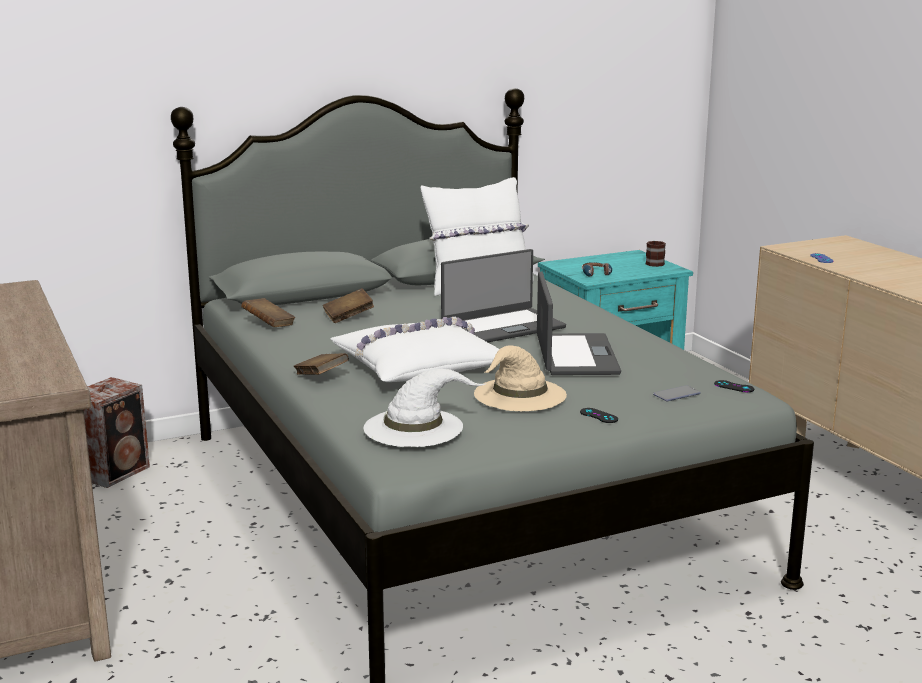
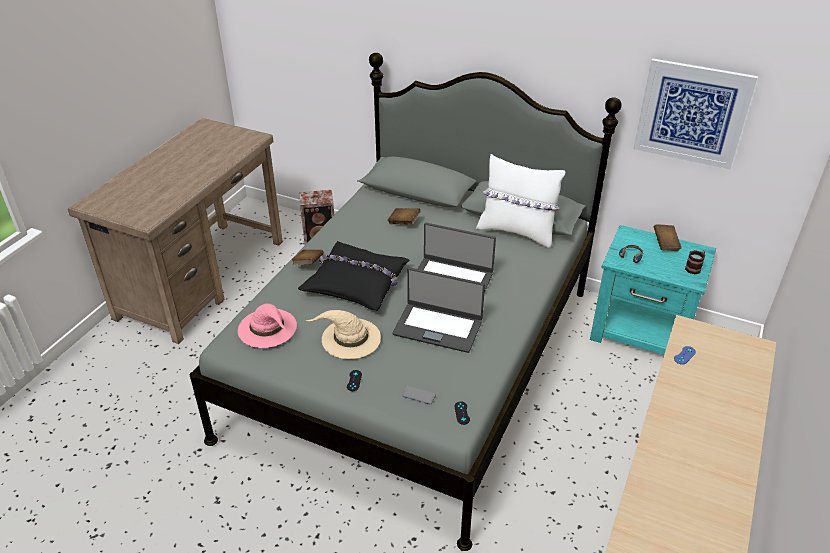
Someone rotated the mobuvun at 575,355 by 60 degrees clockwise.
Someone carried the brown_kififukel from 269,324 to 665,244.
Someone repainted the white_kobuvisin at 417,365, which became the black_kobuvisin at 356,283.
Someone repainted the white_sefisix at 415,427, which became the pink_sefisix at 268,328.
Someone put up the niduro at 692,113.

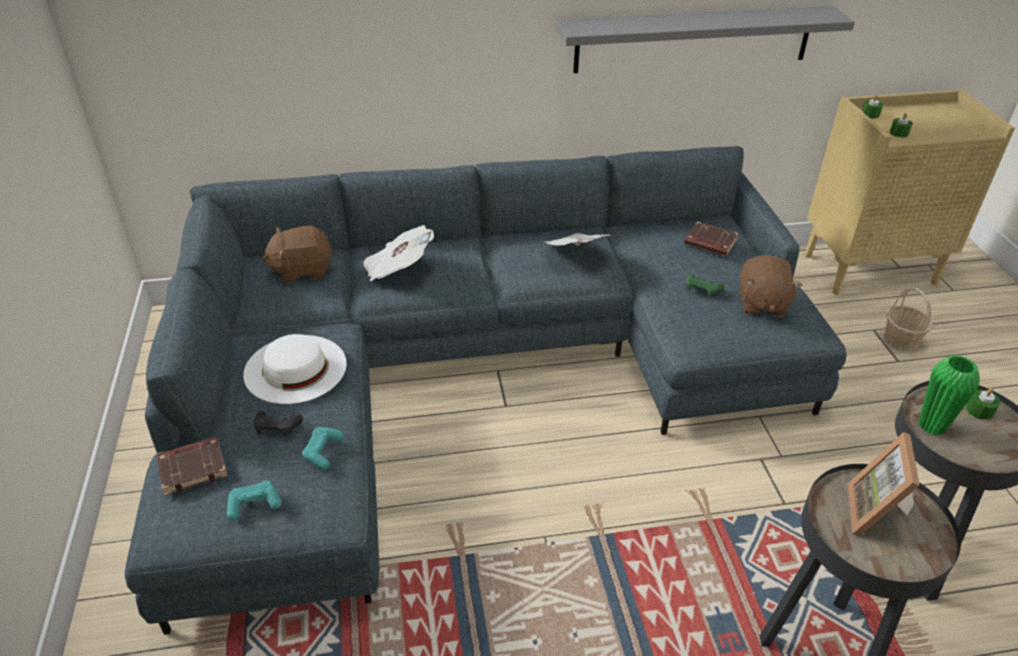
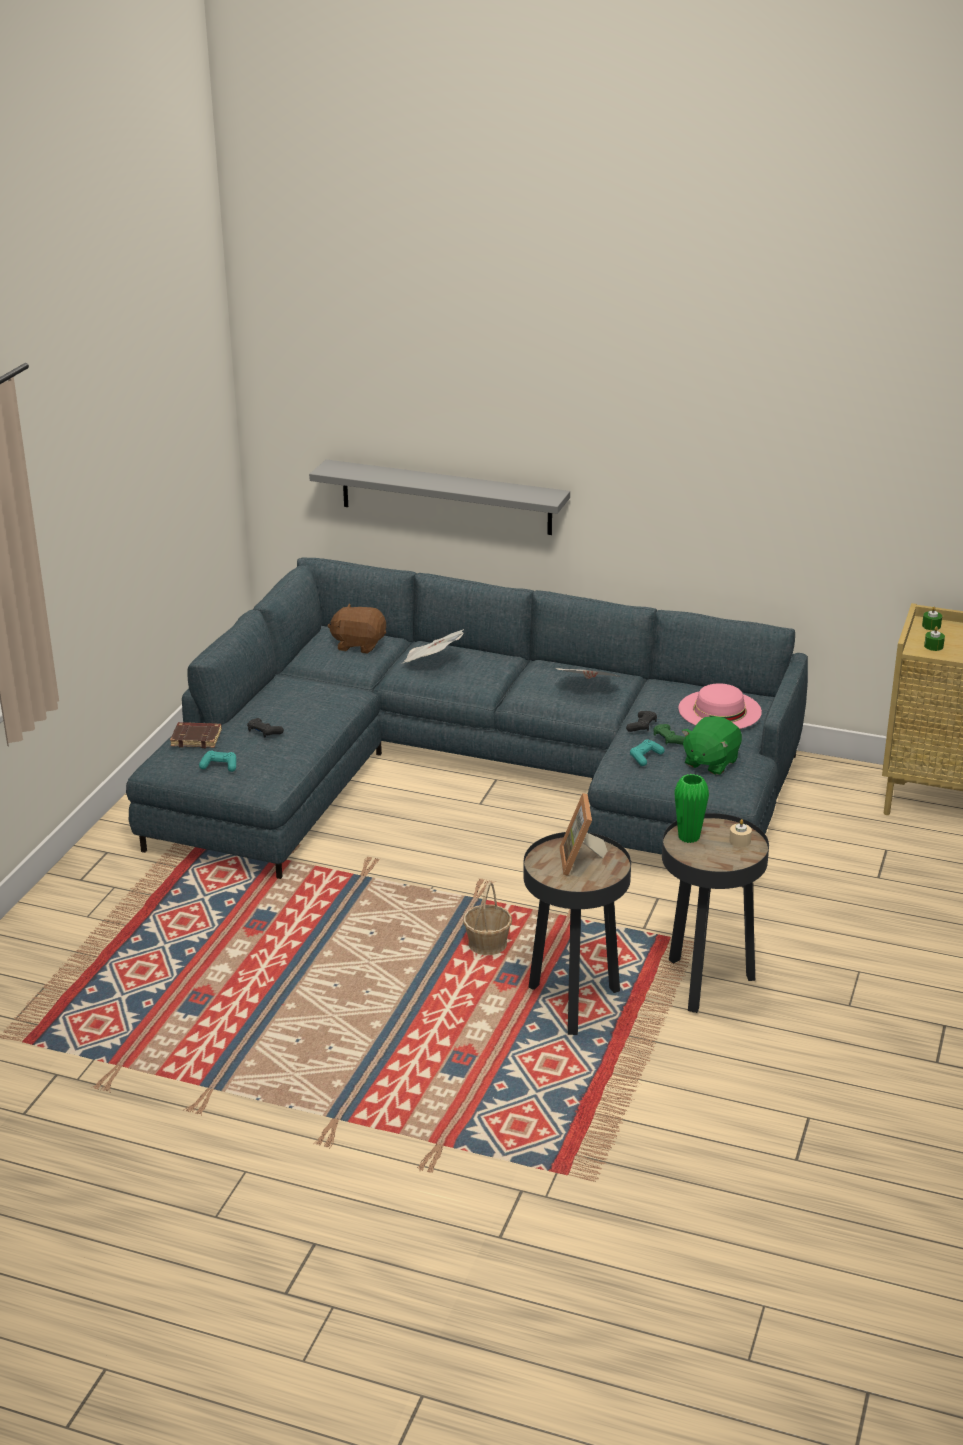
Someone carried the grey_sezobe from 693,39 to 446,497.
Someone swapped the brown_kififukel at 709,243 for the pink_sefisix at 719,710.
Someone repainted the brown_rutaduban at 761,303, which became the green_rutaduban at 710,762.
Someone carried the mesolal from 901,340 to 488,944.
Someone took away the white_sefisix at 295,368.
Someone repainted the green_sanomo at 979,410, which became the beige_sanomo at 740,841.
Someone carried the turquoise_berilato from 323,451 to 645,757.
Someone rotated the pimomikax at 877,514 by 45 degrees counterclockwise.
Someone put down the black_berilato at 642,726.

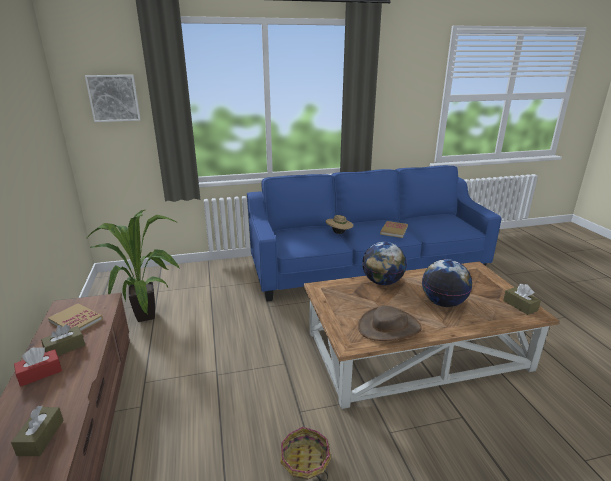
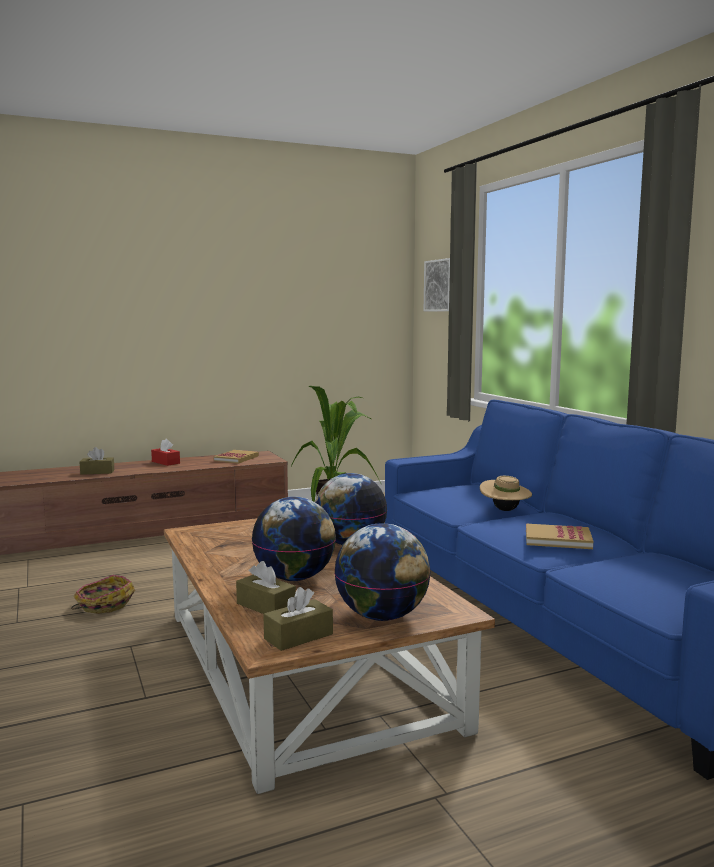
Someone took away the brown_sefisix at 389,327.
Someone carried the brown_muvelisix from 65,348 to 266,606.
Someone put down the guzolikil at 382,616.

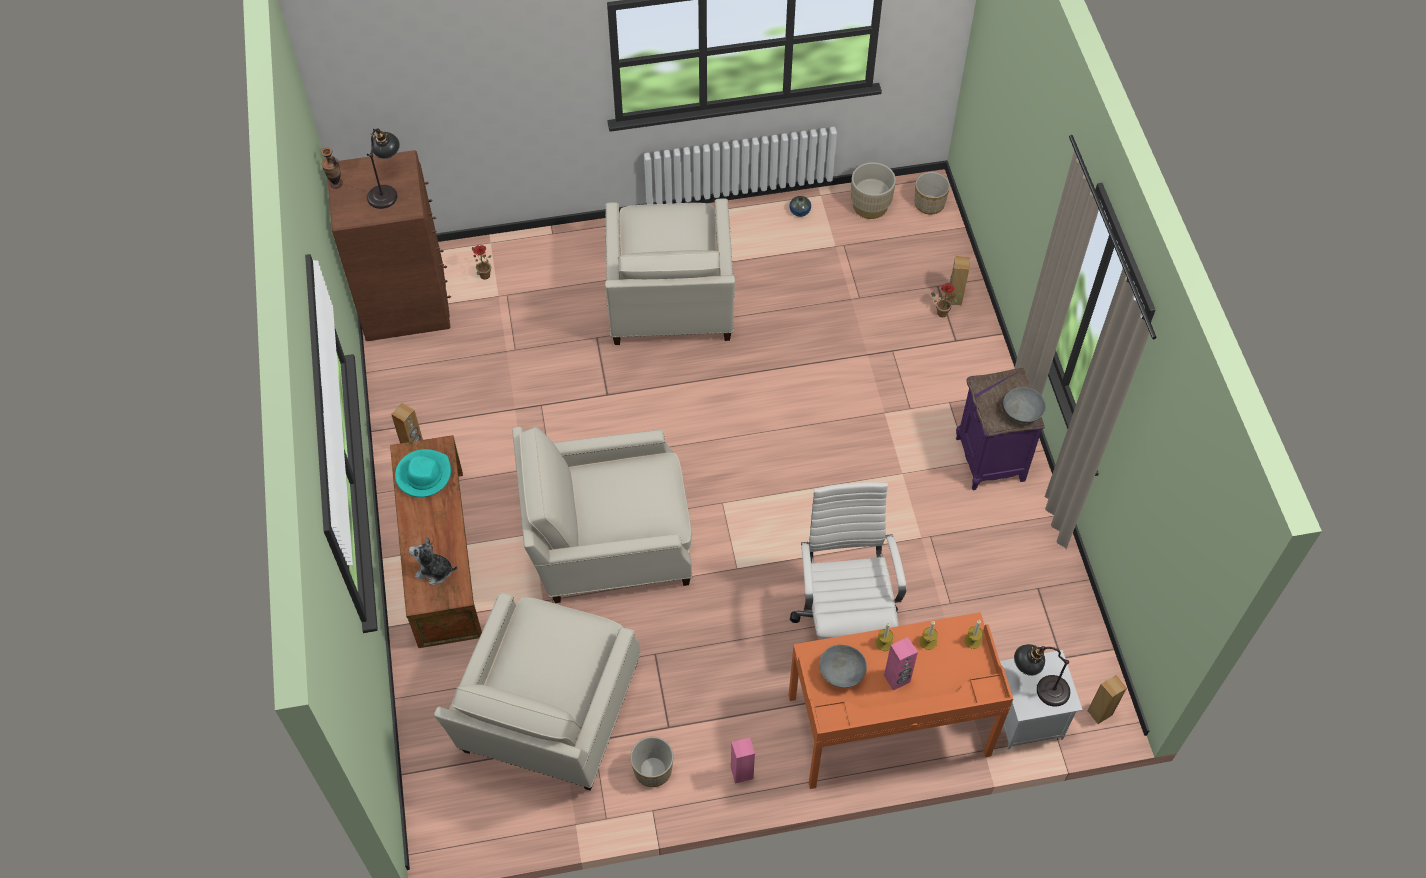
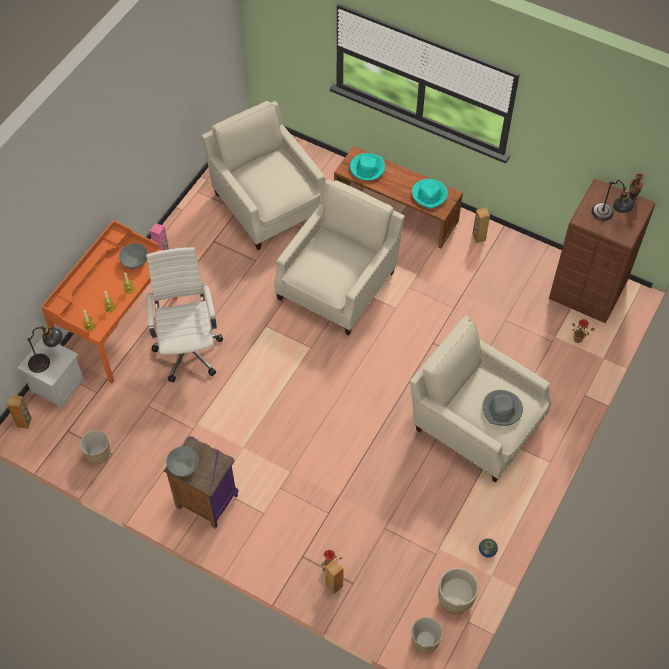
Someone rotated the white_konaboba at 844,623 by 135 degrees counterclockwise.
Someone swapped the rutaduban at 434,571 for the turquoise_sefisix at 367,168.
Someone took away the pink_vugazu at 897,679.
Someone carried the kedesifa from 653,770 to 98,453.
Someone put down the grey_sefisix at 502,409.

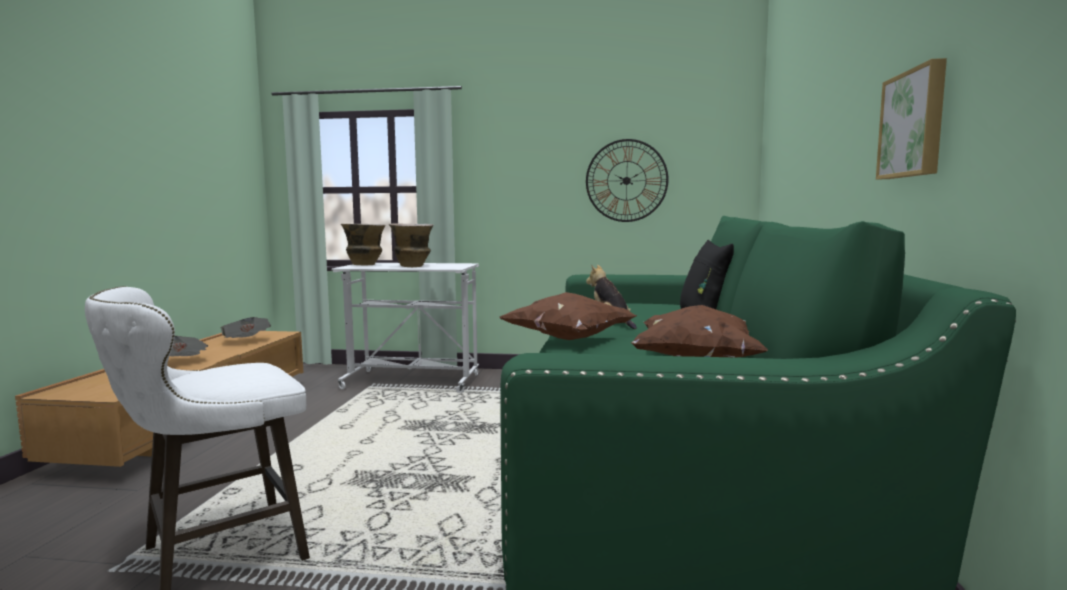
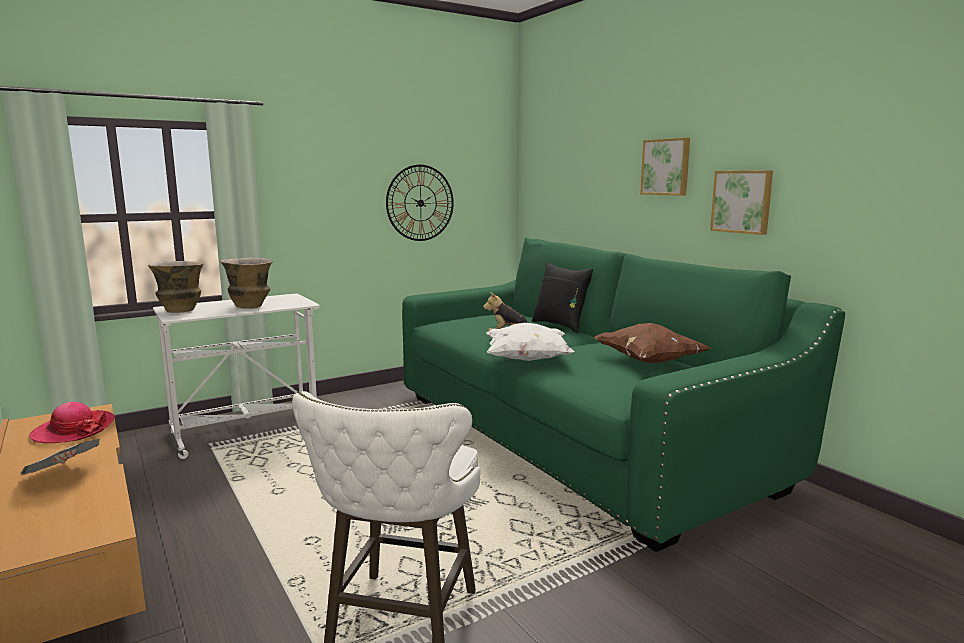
Someone repainted the brown_kobuvisin at 569,339, which became the white_kobuvisin at 527,360.
Someone swapped the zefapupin at 246,341 for the sefisix at 73,430.
Someone put up the niduro at 666,167.

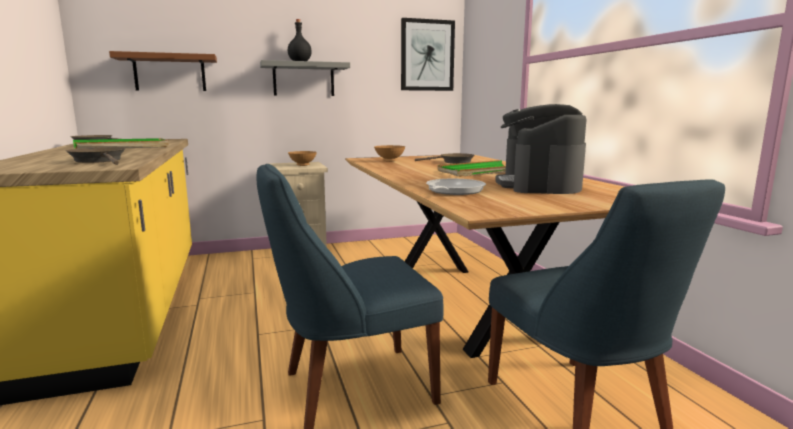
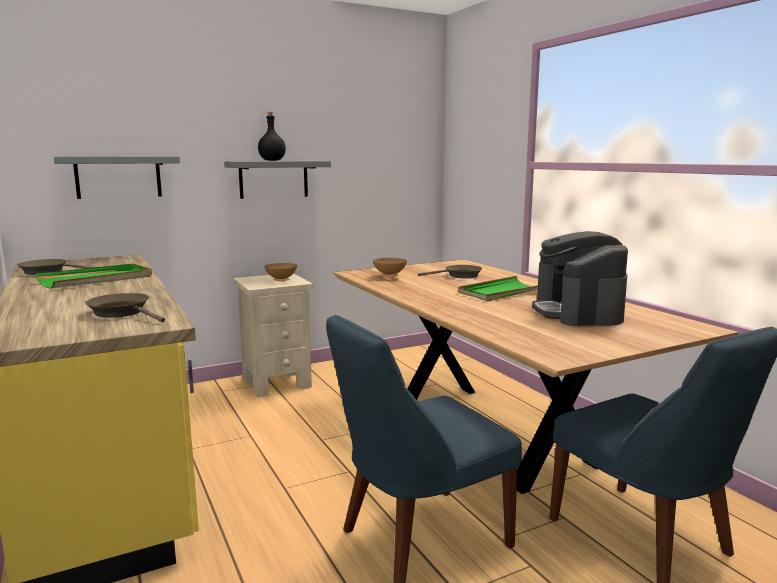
Someone took away the niduro at 427,55.
Someone repainted the brown_sezobe at 170,73, which became the grey_sezobe at 118,177.
Someone took away the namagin at 452,191.

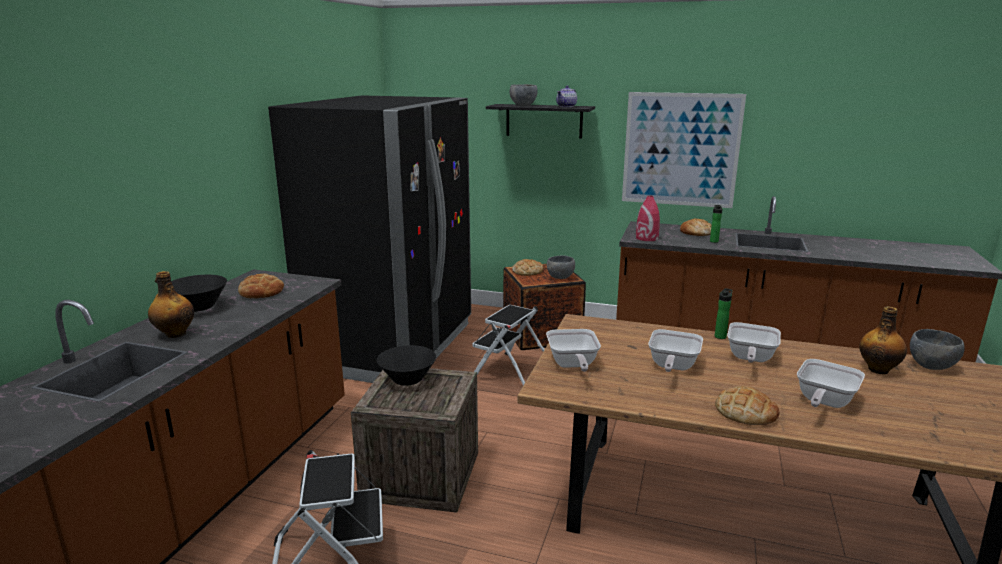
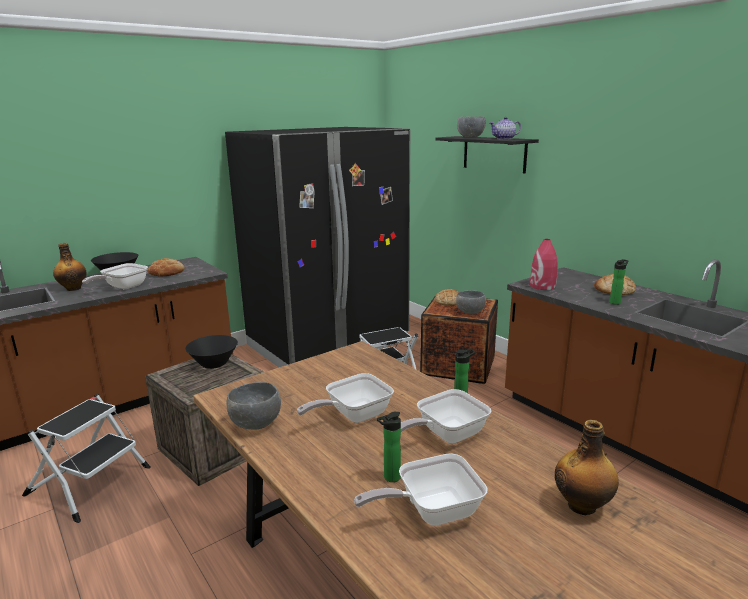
Someone took away the niduro at 680,150.
Someone carried the namagin from 572,365 to 122,287.
Someone carried the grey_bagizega from 931,366 to 256,424.
Someone took away the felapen at 745,412.
Someone put down the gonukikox at 389,478.

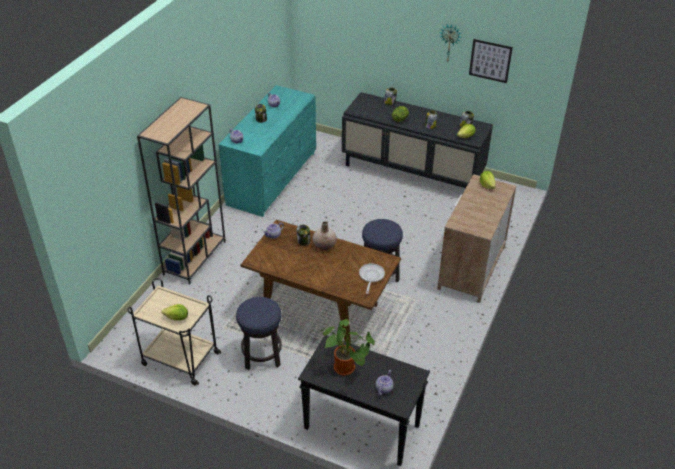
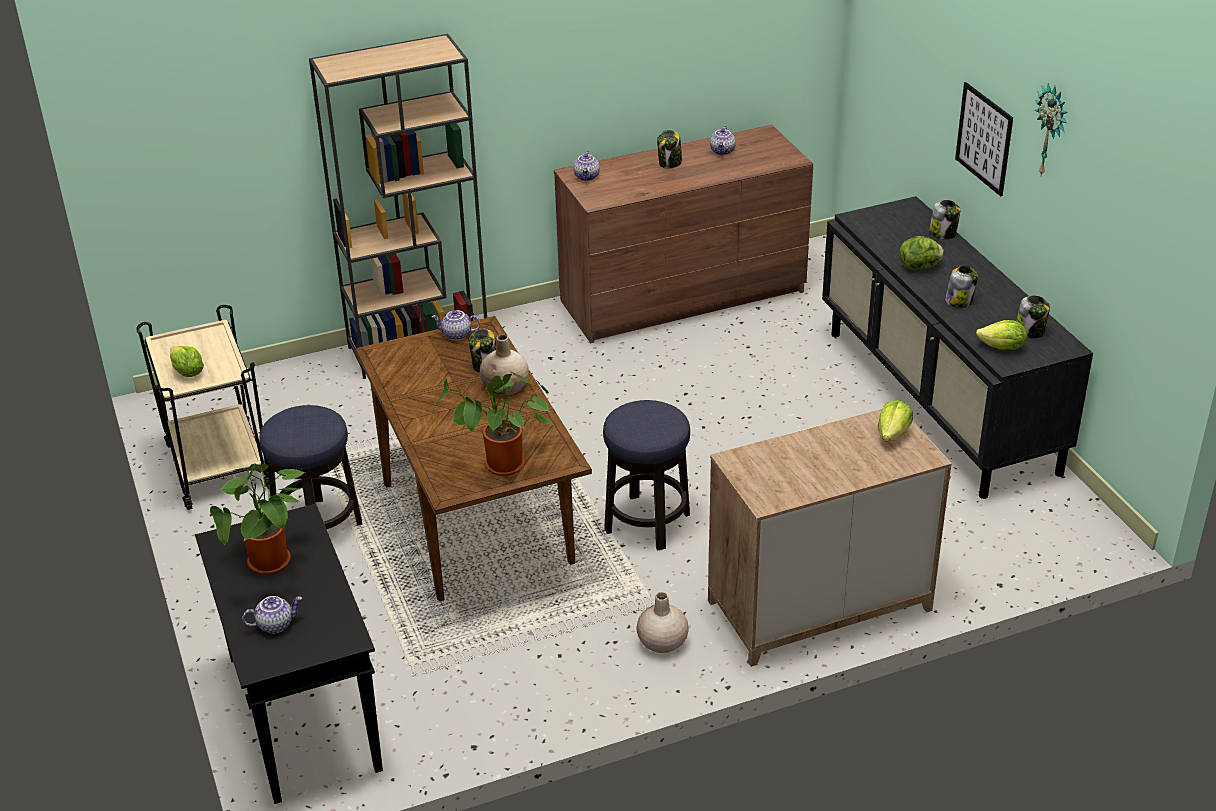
Someone carried the niduro from 490,61 to 984,138.
Someone repainted the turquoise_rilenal at 272,178, which became the brown_rilenal at 682,296.
Someone swapped the namagin at 371,277 for the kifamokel at 502,468.
Someone put down the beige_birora at 662,642.

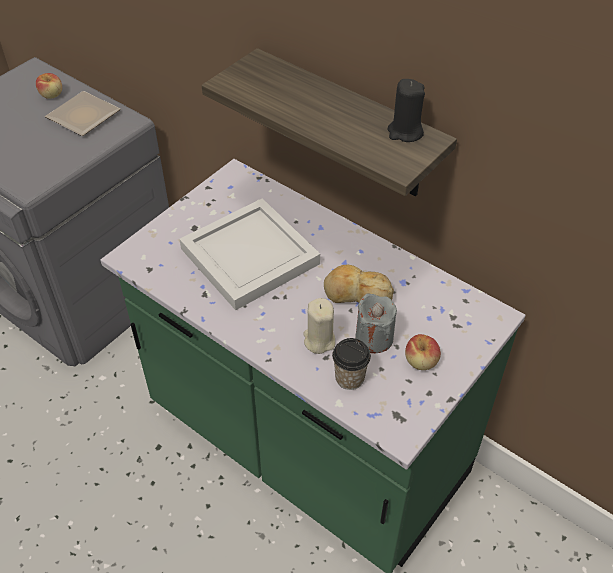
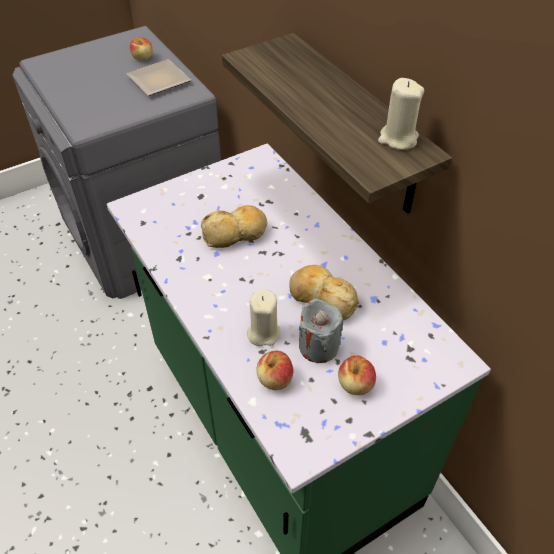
Someone repainted the black_sanomo at 405,132, which became the beige_sanomo at 398,139.
Someone swapped the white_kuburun at 247,256 for the felapen at 235,233.
Someone swapped the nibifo at 349,378 for the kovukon at 275,379.

